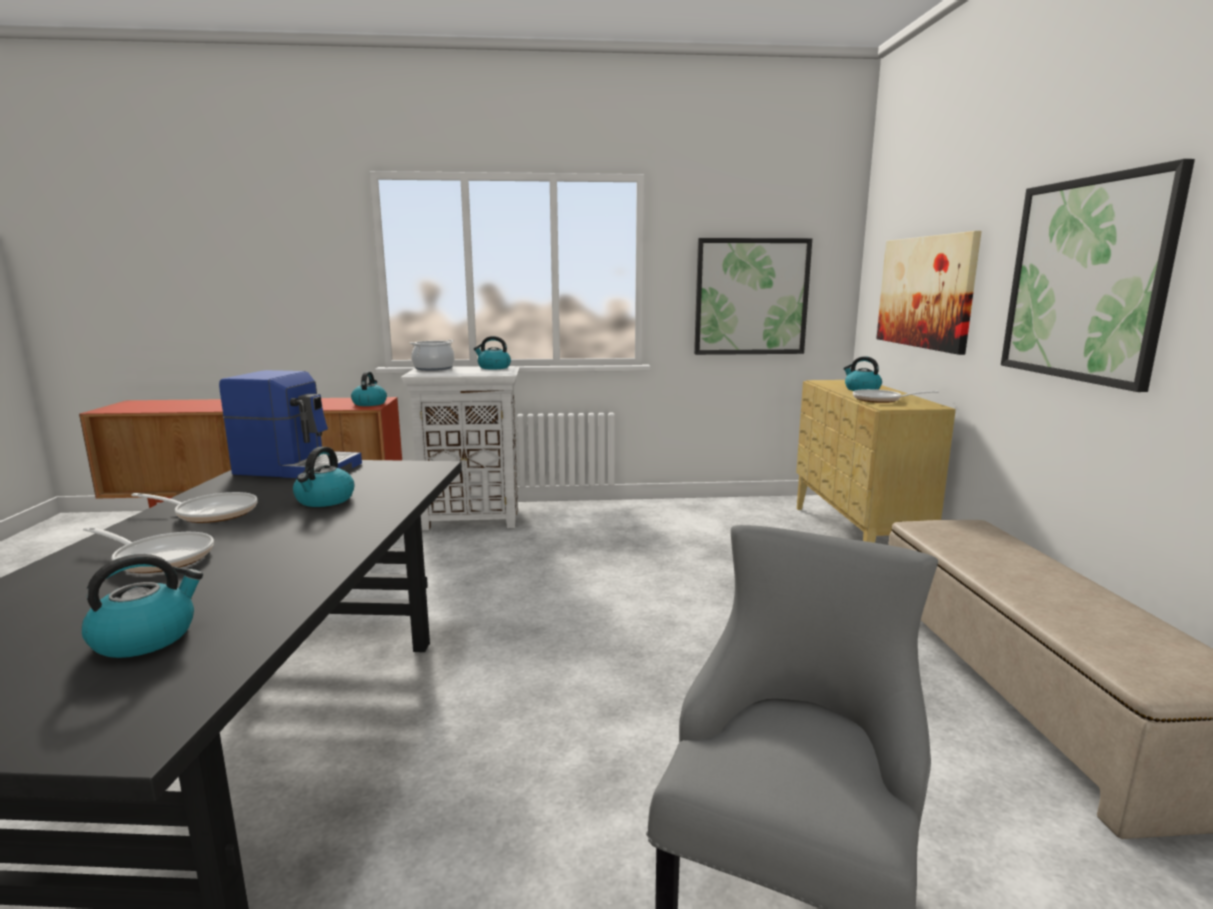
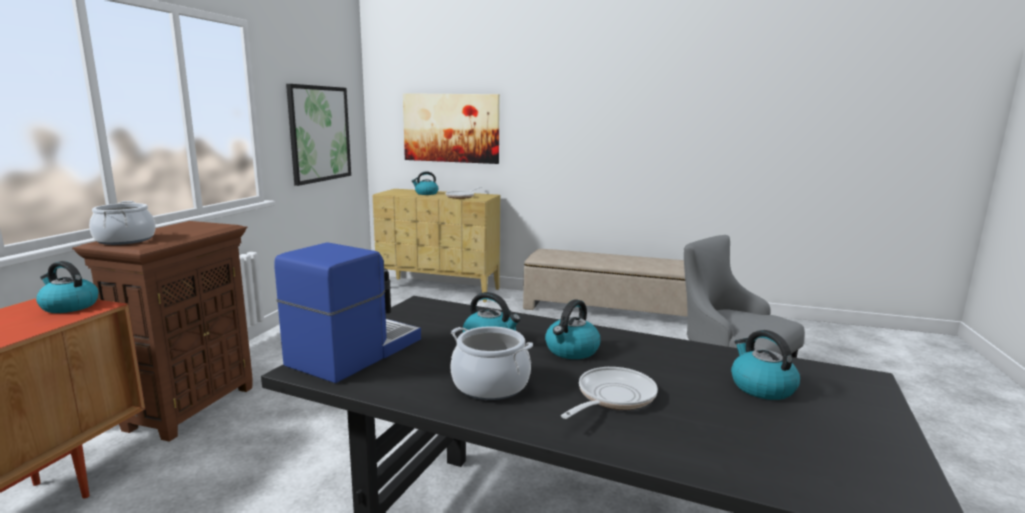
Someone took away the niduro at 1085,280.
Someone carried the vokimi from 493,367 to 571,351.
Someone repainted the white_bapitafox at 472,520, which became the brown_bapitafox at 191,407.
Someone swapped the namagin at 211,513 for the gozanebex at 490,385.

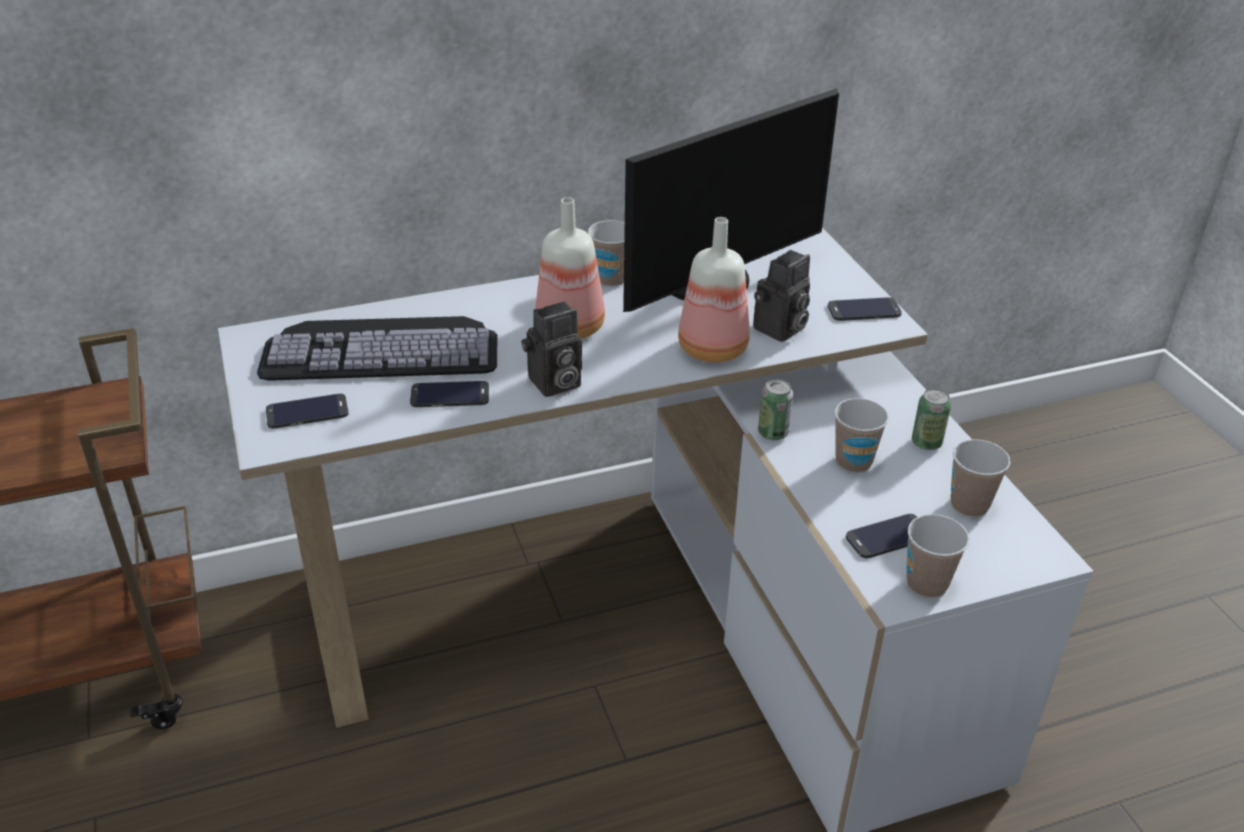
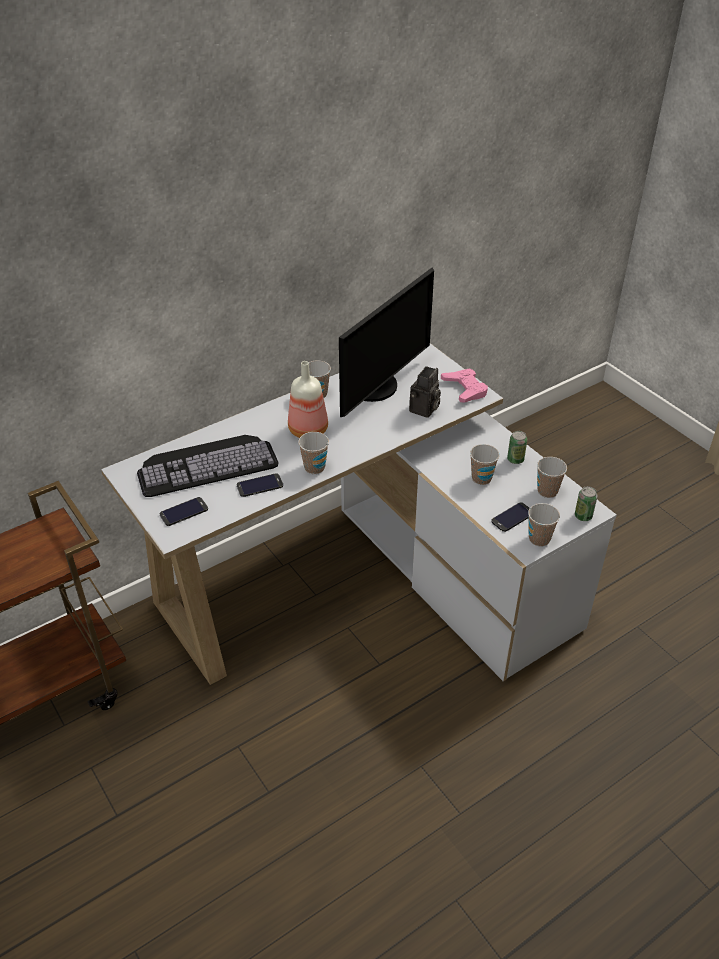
Someone took away the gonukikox at 715,349.
Someone swapped the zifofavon at 864,310 for the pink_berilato at 465,389.
Someone swapped the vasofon at 553,384 for the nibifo at 314,467.
Someone carried the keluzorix from 773,433 to 583,516.

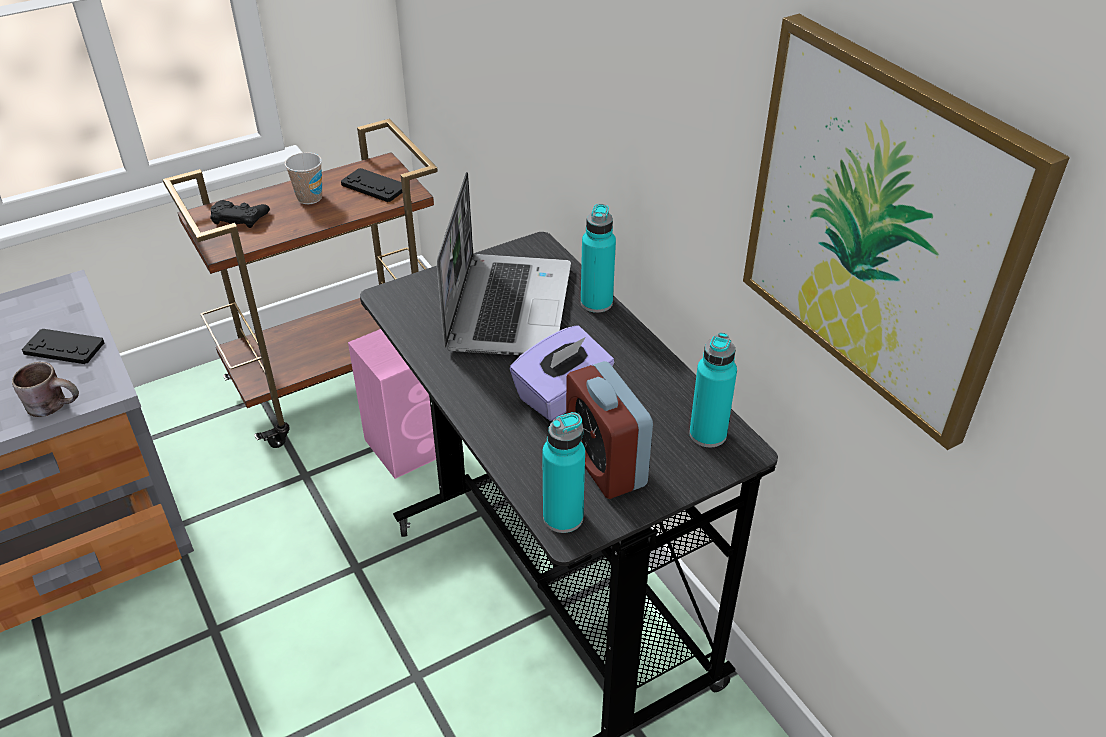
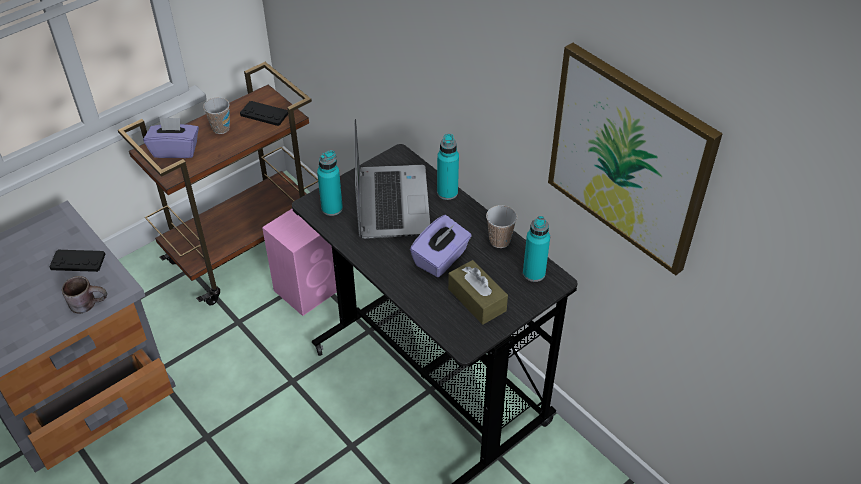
Someone swapped the black_berilato at 239,217 for the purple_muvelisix at 175,150.
Someone swapped the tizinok at 605,463 for the brown_muvelisix at 477,300.
Someone carried the turquoise_gonukikox from 563,517 to 332,208.
Someone put down the nibifo at 499,241.

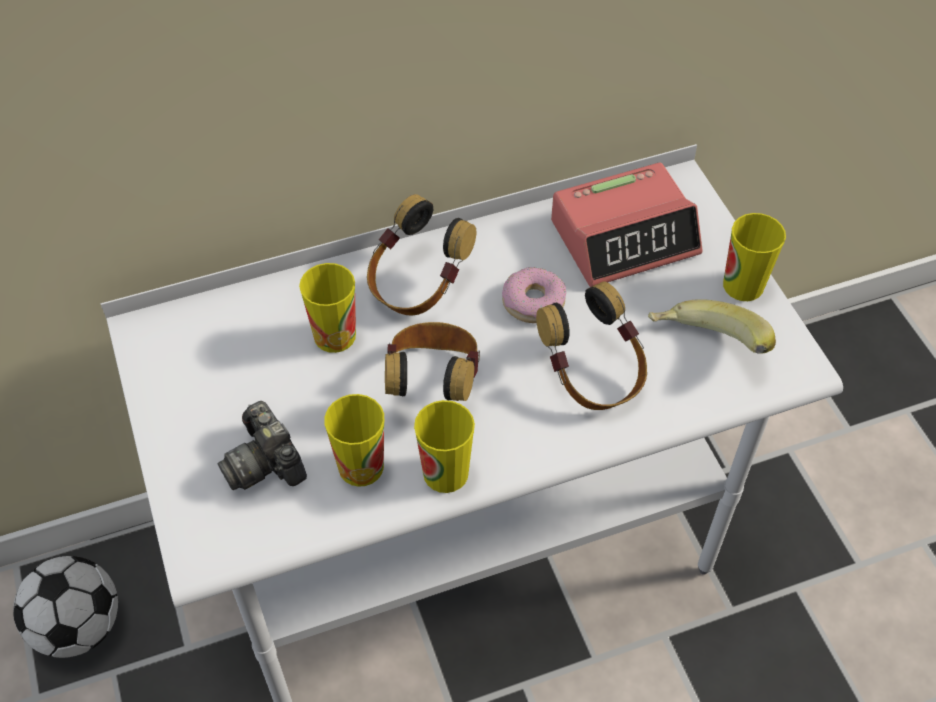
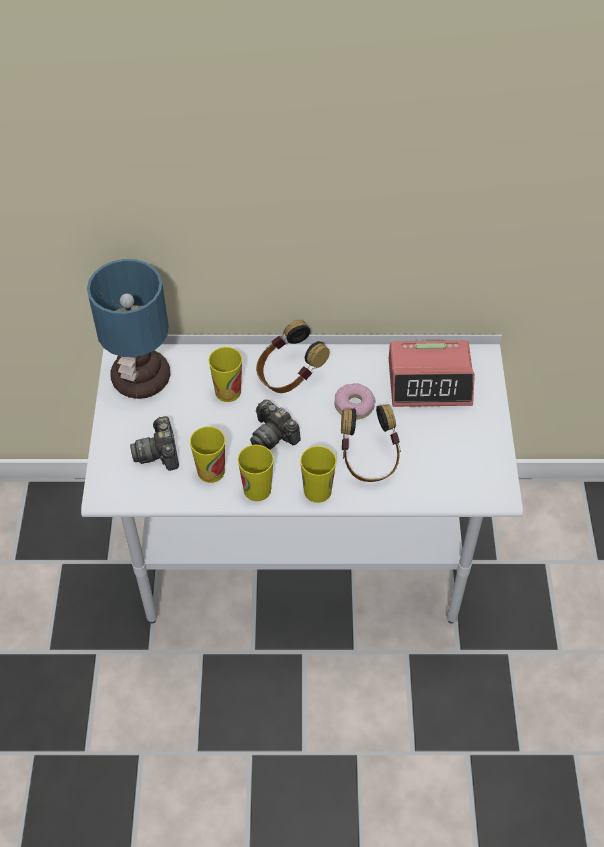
Someone carried the nibifo from 743,285 to 317,490.
Someone took away the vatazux at 705,348.
Someone swapped the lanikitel at 433,382 for the vasofon at 273,435.
Someone took away the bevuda at 79,626.
Someone put down the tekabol at 141,376.

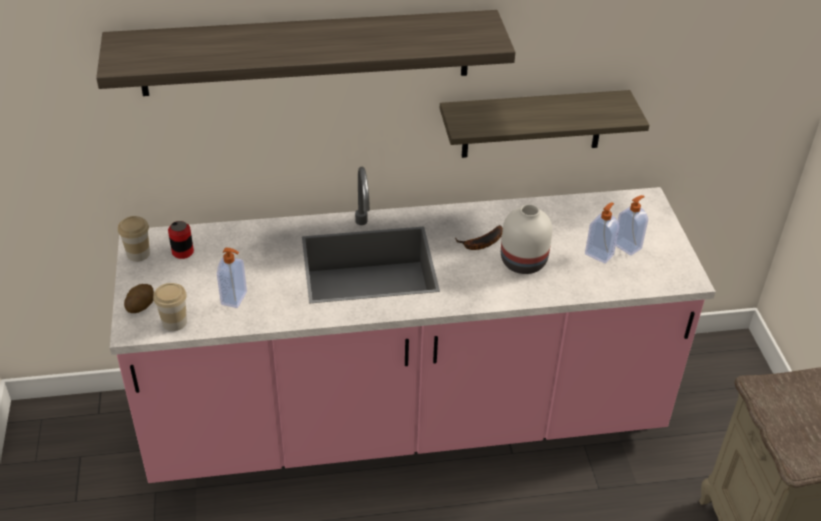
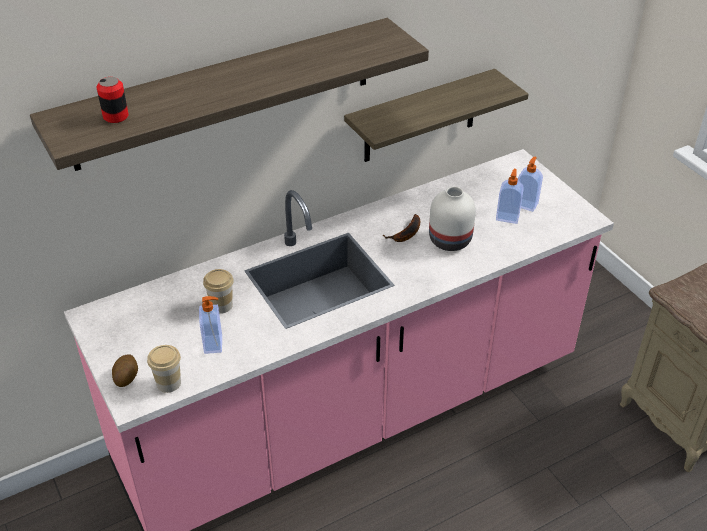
Someone carried the nibifo from 138,254 to 221,305.
Someone carried the keluzorix from 183,252 to 115,116.

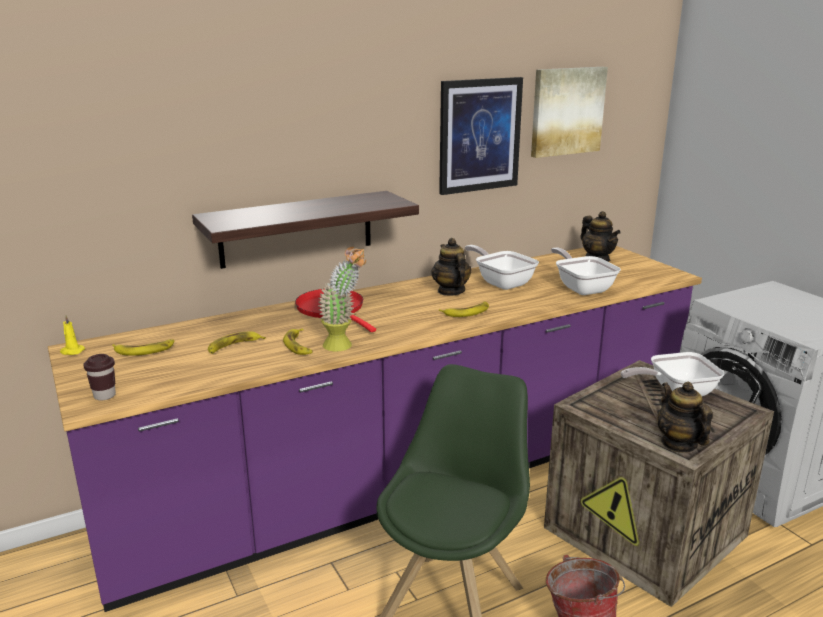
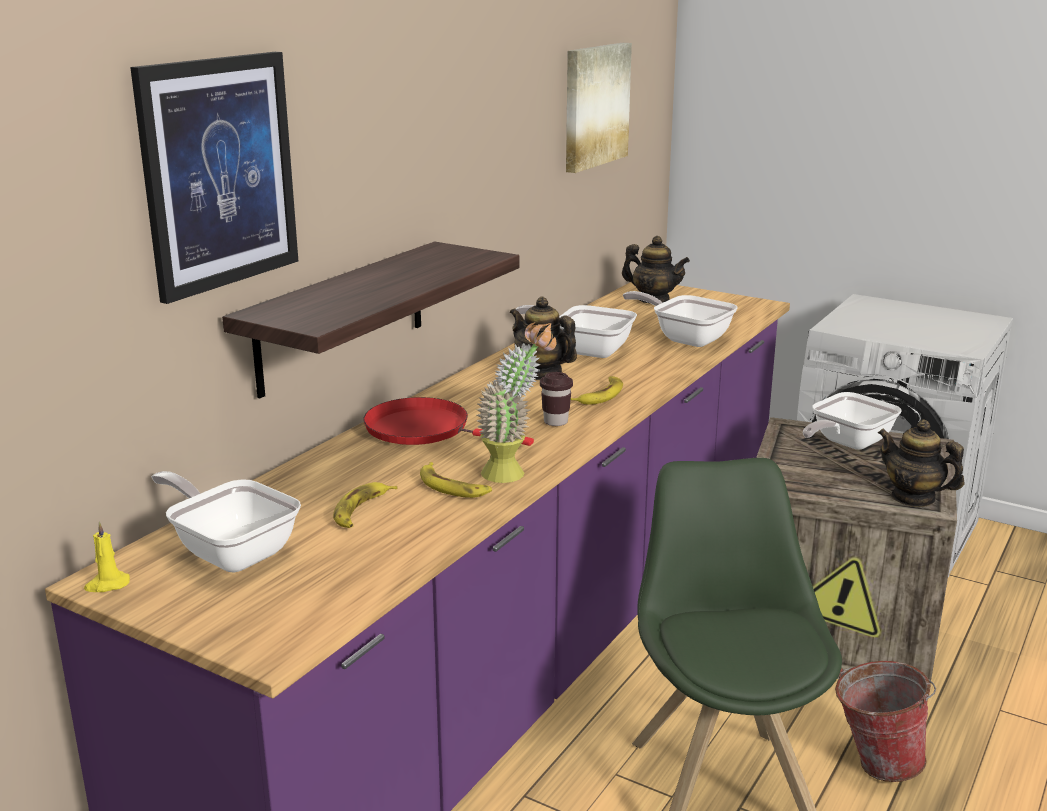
Someone carried the niduro from 479,135 to 219,173.
Someone swapped the vatazux at 144,350 for the namagin at 230,551.
Someone carried the brown_nibifo from 104,396 to 555,422.

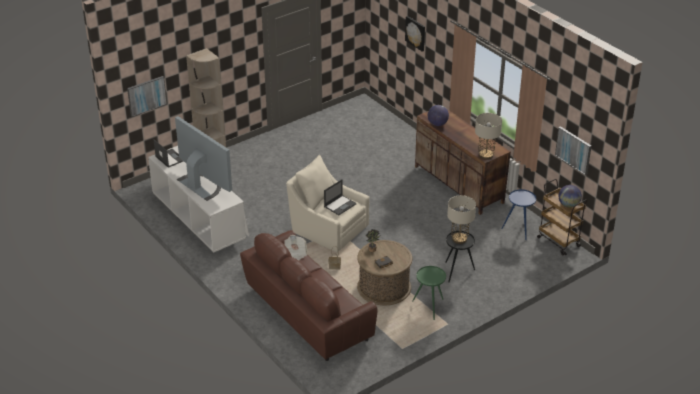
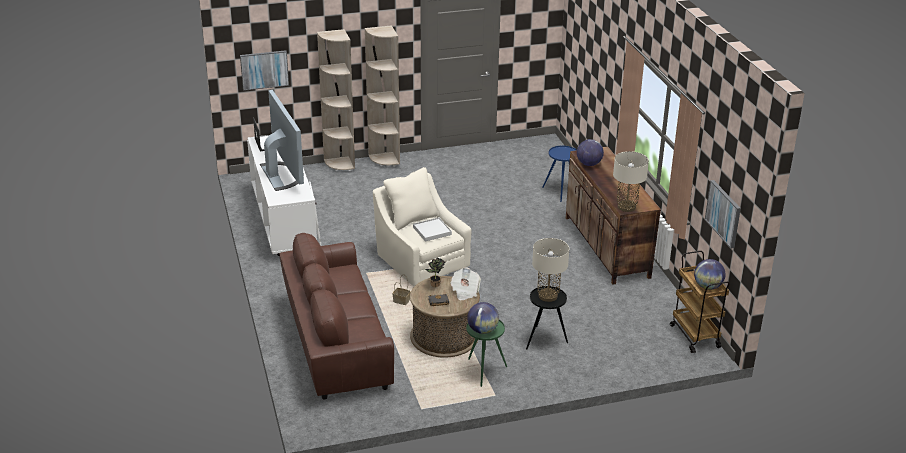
Someone took away the niduro at 416,33.
Someone swapped the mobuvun at 340,205 for the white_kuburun at 432,231.
Someone carried the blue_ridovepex from 519,229 to 561,191.
Someone carried the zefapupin from 295,253 to 465,291.
Someone put down the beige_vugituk at 385,162.
Someone put down the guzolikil at 482,330.

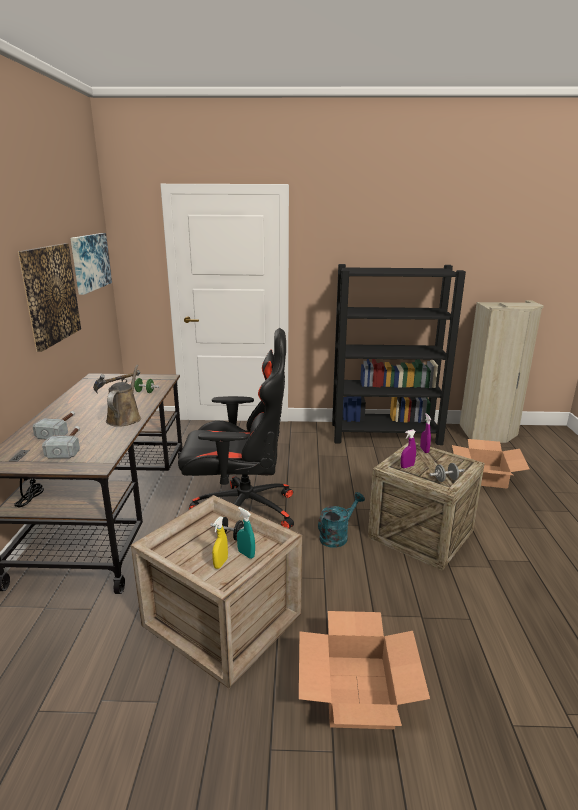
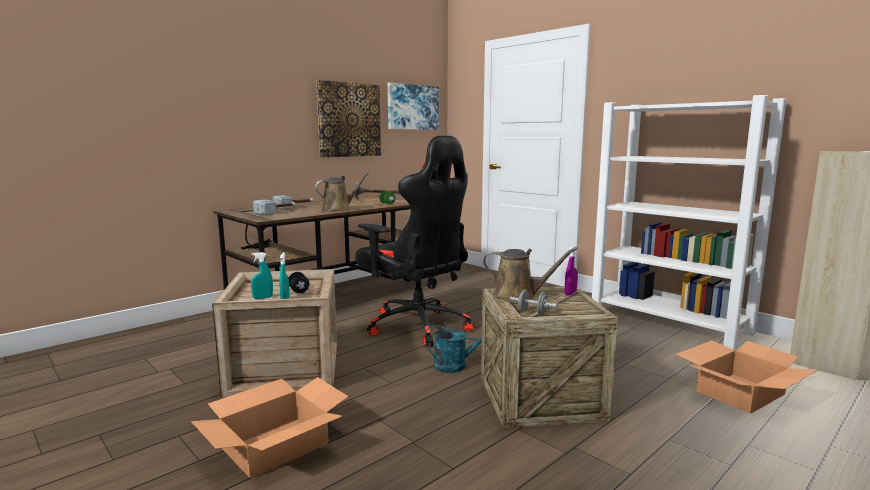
Someone repainted the black_vugituk at 385,434, which became the white_vugituk at 669,323.
Someone swapped the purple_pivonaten at 407,466 for the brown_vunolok at 518,296.
Someone repainted the yellow_pivonaten at 220,563, which became the turquoise_pivonaten at 262,298.

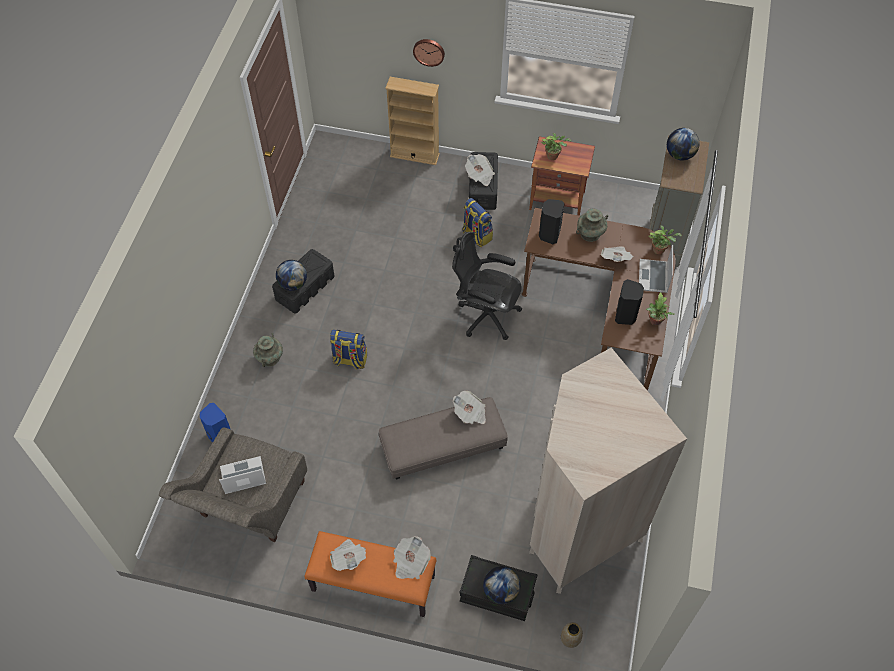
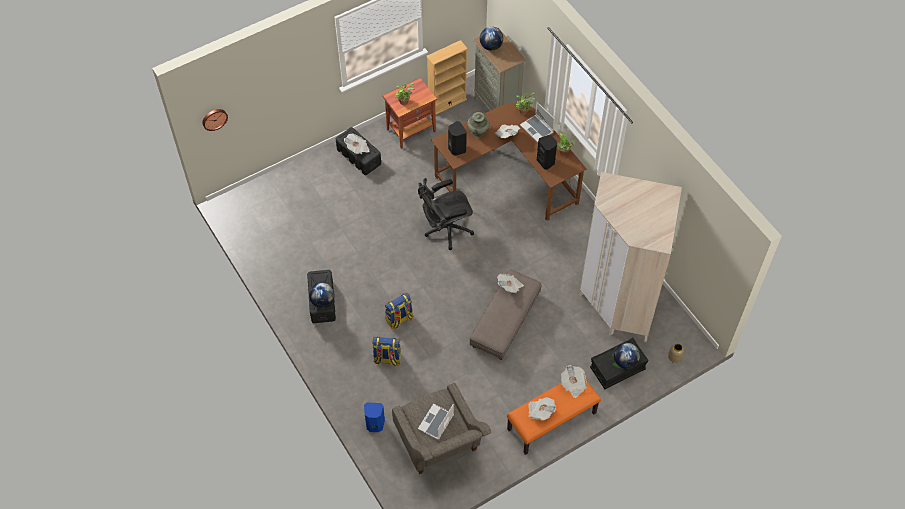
Someone carried the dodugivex from 429,51 to 214,119.
Someone carried the beige_vugituk from 414,155 to 447,103.
Someone carried the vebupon from 476,235 to 387,358.
Someone took away the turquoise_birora at 270,358.

